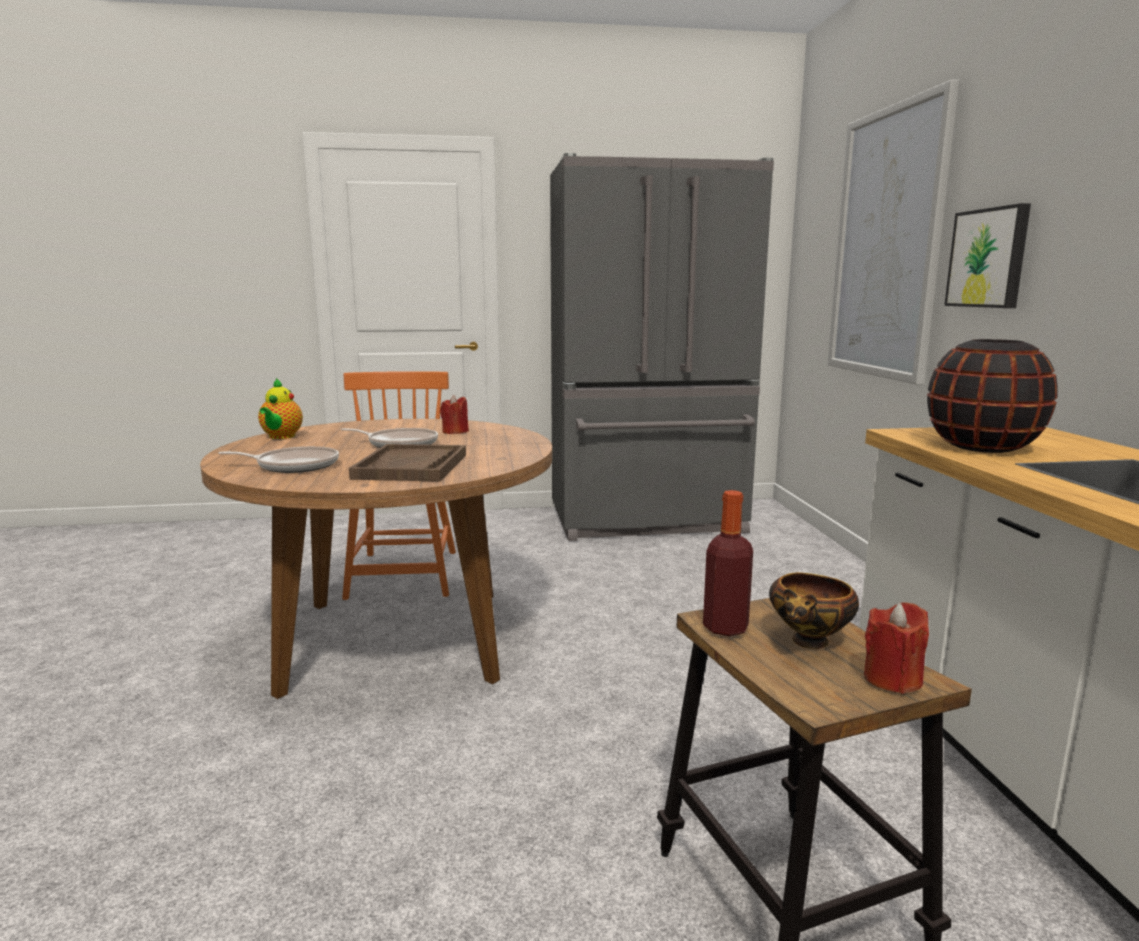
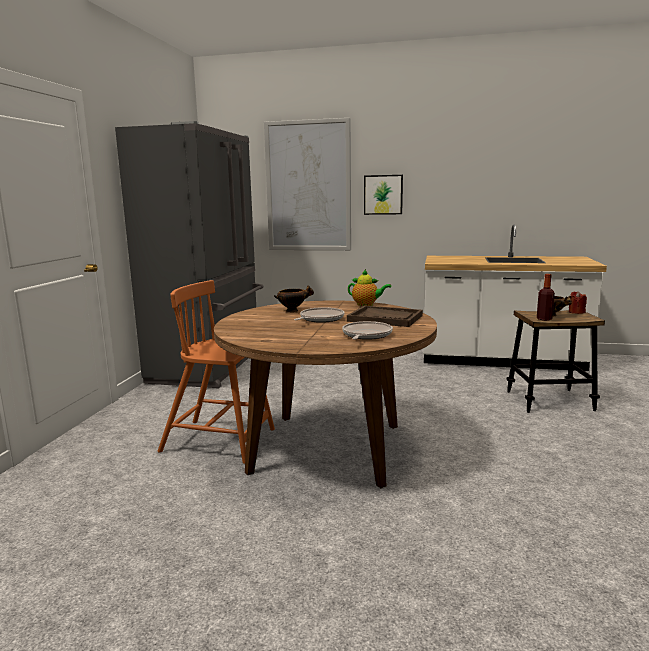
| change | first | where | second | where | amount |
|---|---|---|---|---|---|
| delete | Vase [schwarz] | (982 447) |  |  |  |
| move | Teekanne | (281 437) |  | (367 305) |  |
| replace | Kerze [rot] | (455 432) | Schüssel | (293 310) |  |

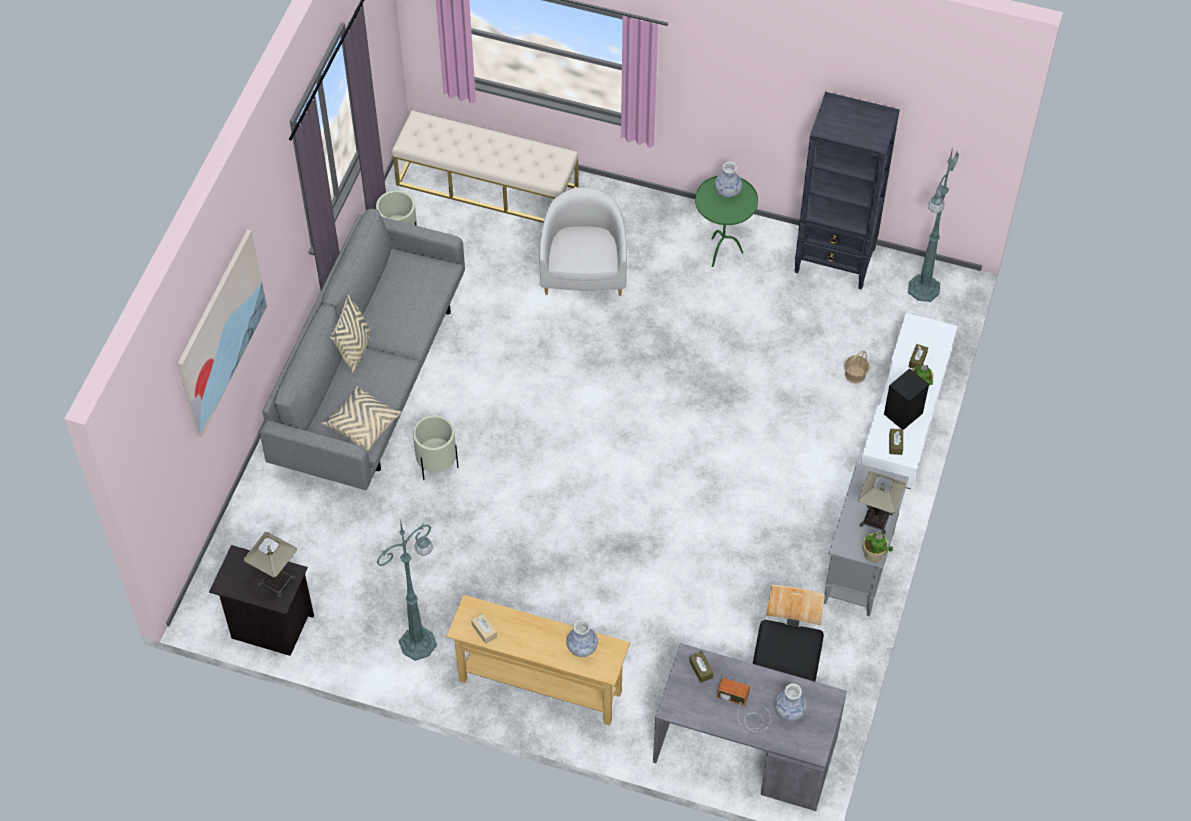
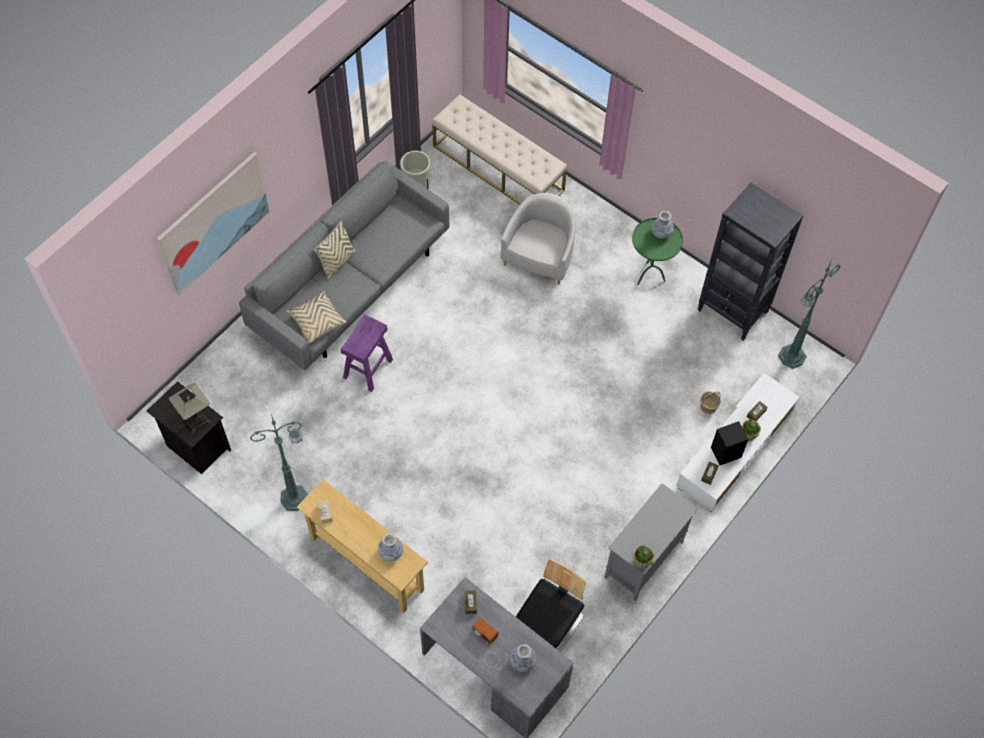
| change | first | where | second | where | amount |
|---|---|---|---|---|---|
| replace | Pflanzkübel [beige] | (437 465) | Hocker [lila] | (368 368) |  |
| delete | Tischlampe | (876 519) |  |  |  |

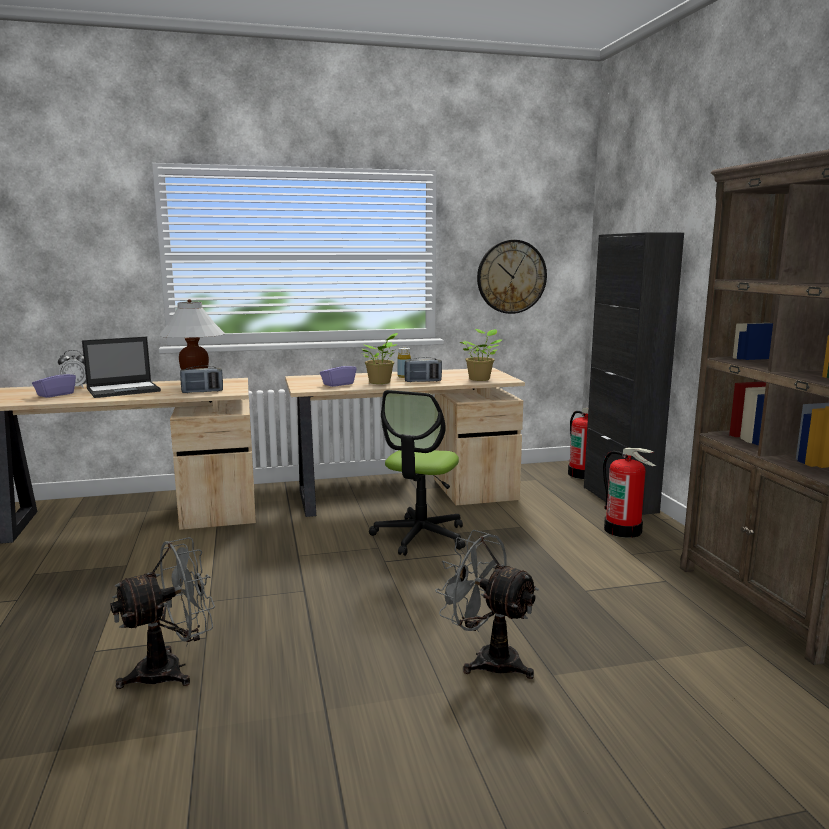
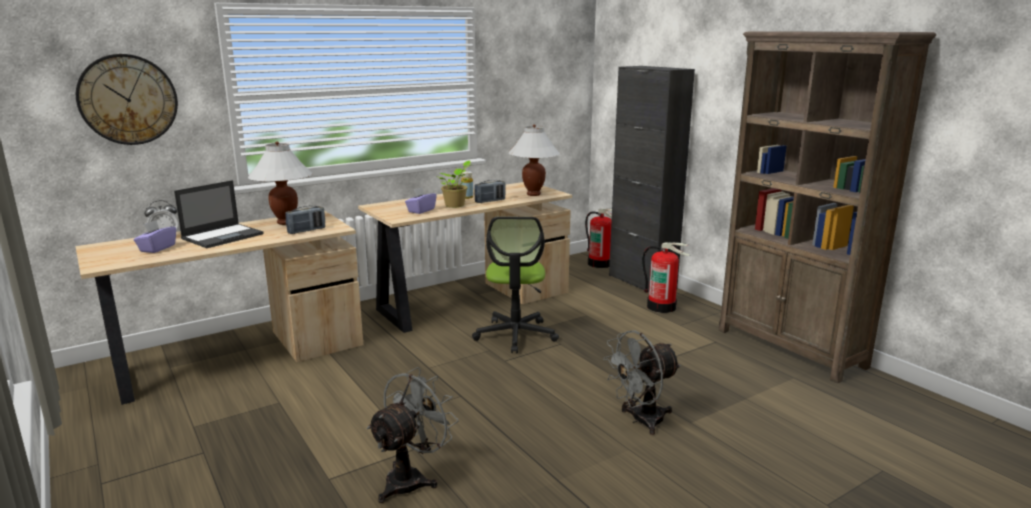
| change | first | where | second | where | amount |
|---|---|---|---|---|---|
| move | Wanduhr | (511 277) |  | (128 99) |  |
| replace | Topfpflanze | (480 379) | Tischlampe [weiß] | (533 194) |  |
| rotate | Ventilator [grau] | (487 659) |  | (640 421) | 45 degrees counterclockwise |

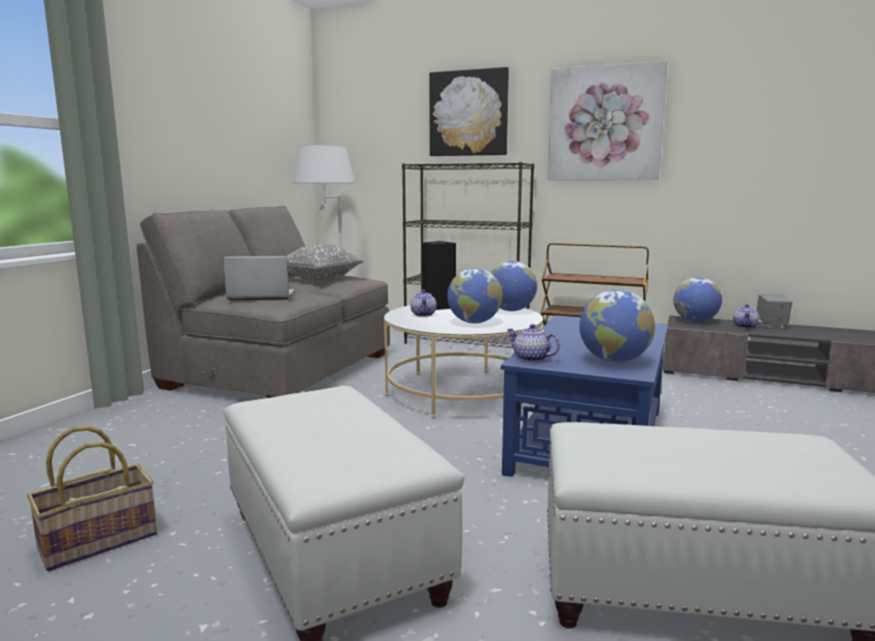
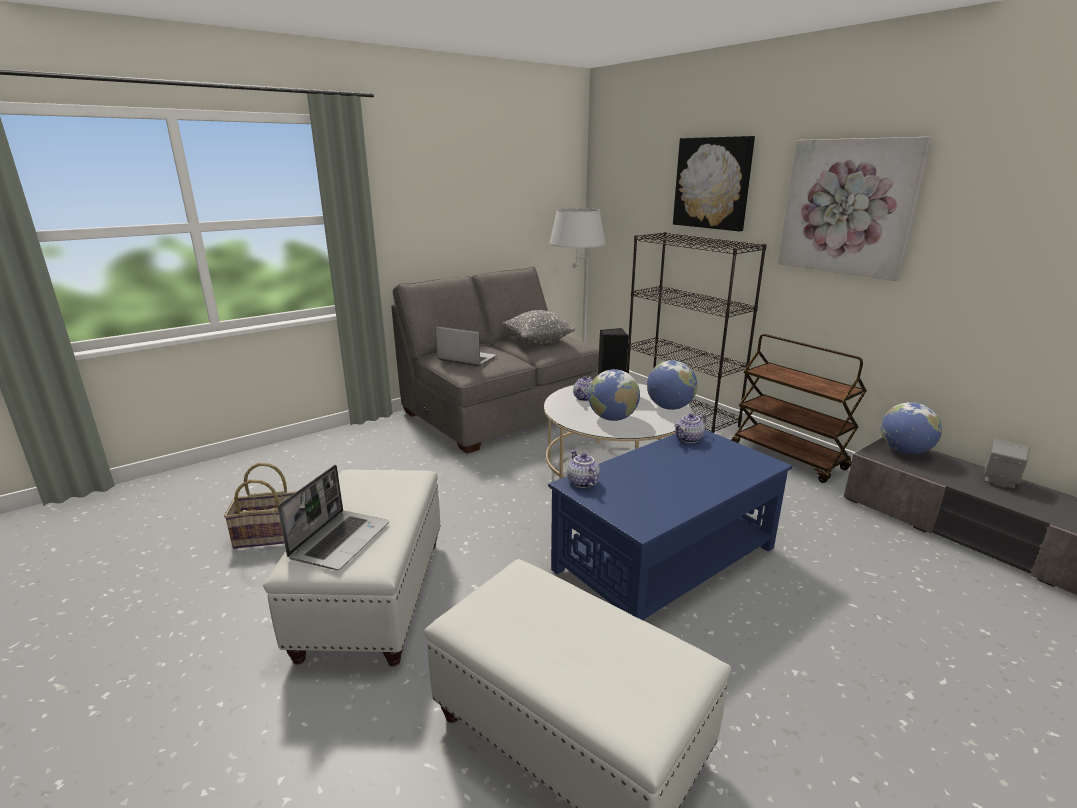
| change | first | where | second | where | amount |
|---|---|---|---|---|---|
| delete | Globus | (614 361) |  |  |  |
| move | Teekanne | (745 327) |  | (689 439) |  |
| insert |  |  | Laptop | (340 540) |  |

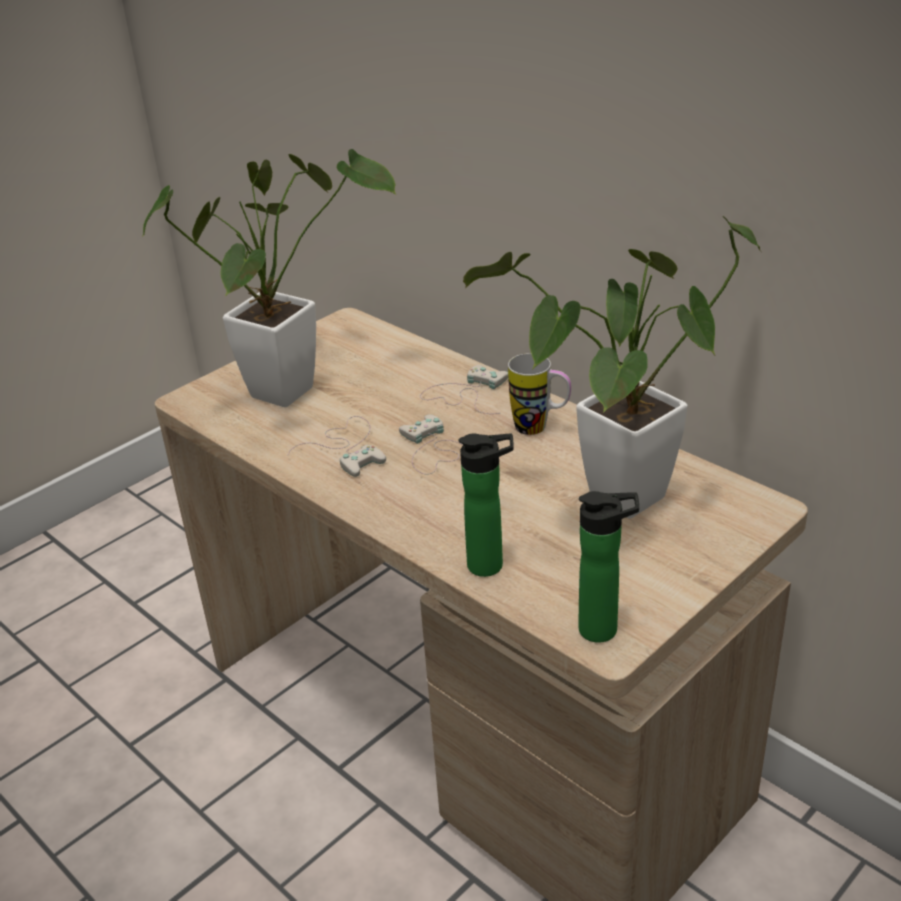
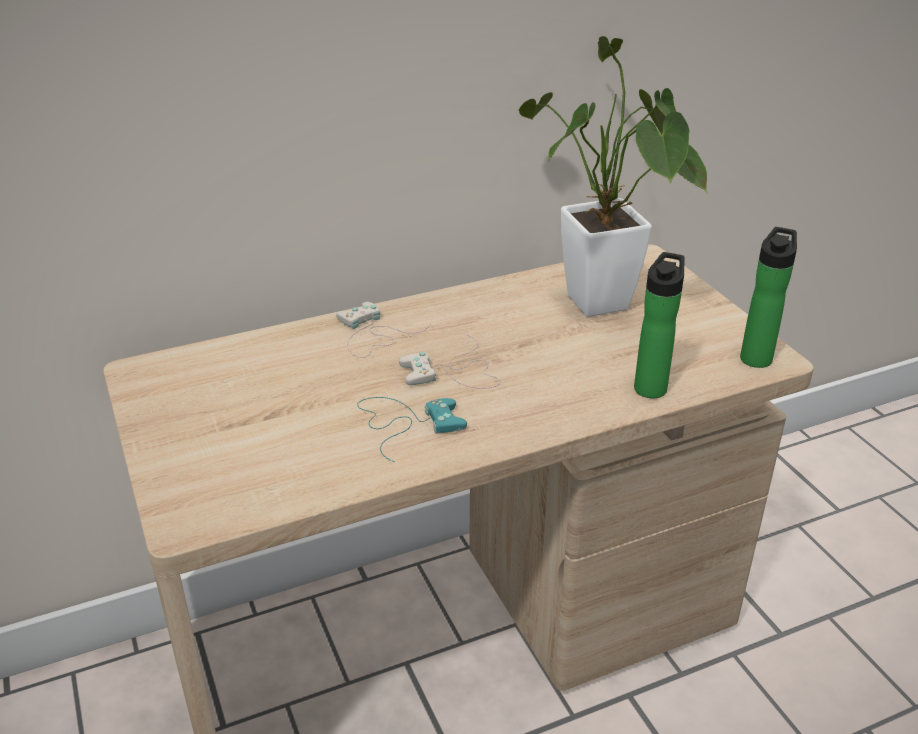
| change | first | where | second | where | amount |
|---|---|---|---|---|---|
| delete | Topfpflanze | (292 386) |  |  |  |
| delete | Henkelbecher | (540 428) |  |  |  |
| recolor | Gamepad [weiß] | (347 448) | Gamepad [türkis] | (406 423) |  |

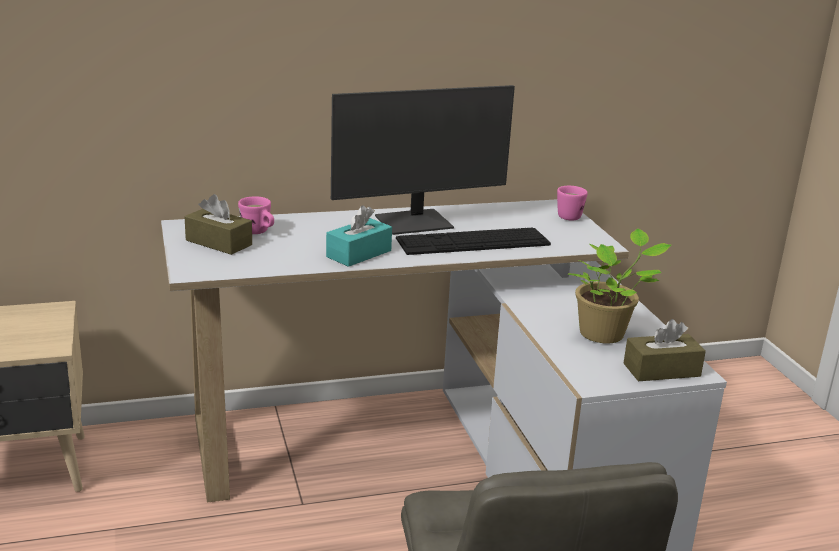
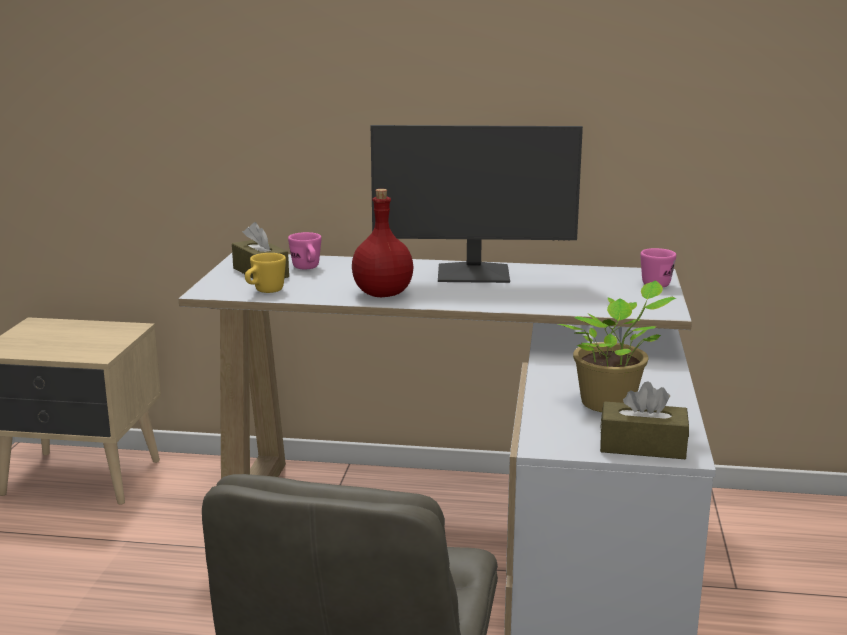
| change | first | where | second | where | amount |
|---|---|---|---|---|---|
| replace | Taschentuchbox [türkis] | (359 254) | Flasche [rot] | (382 293) |  |
| delete | Tastatur | (473 242) |  |  |  |
| insert |  |  | Henkelbecher [gelb] | (264 291) |  |

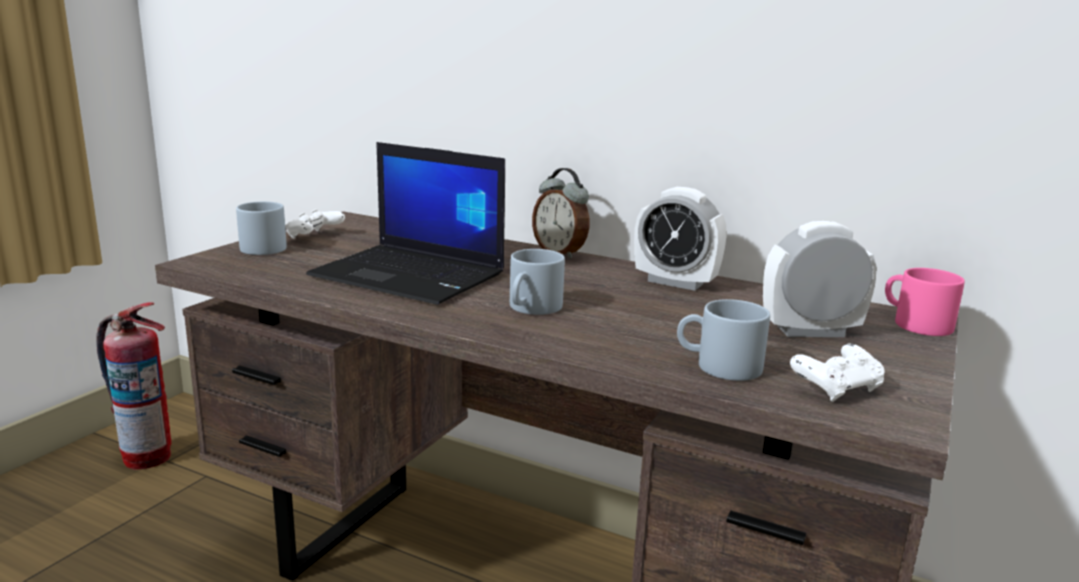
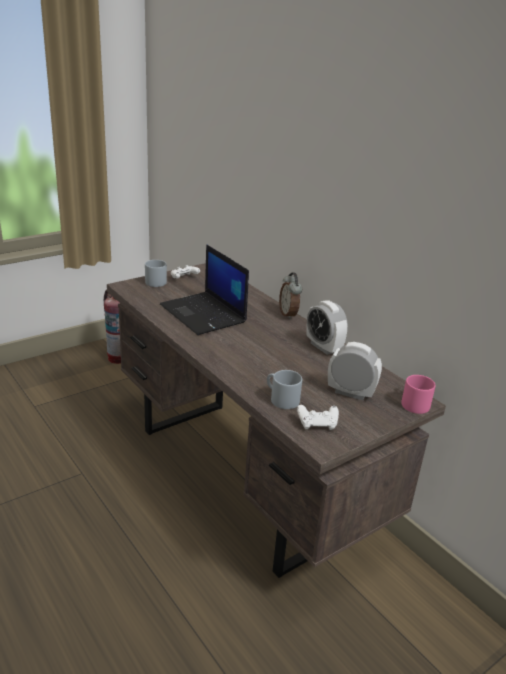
| change | first | where | second | where | amount |
|---|---|---|---|---|---|
| delete | Henkelbecher [grau] | (532 308) |  |  |  |

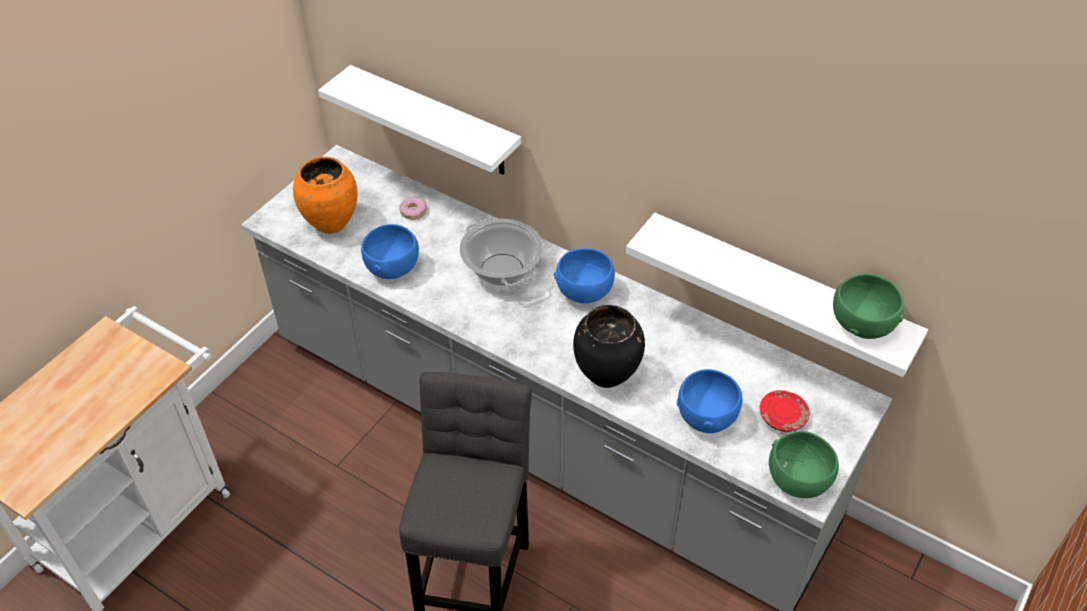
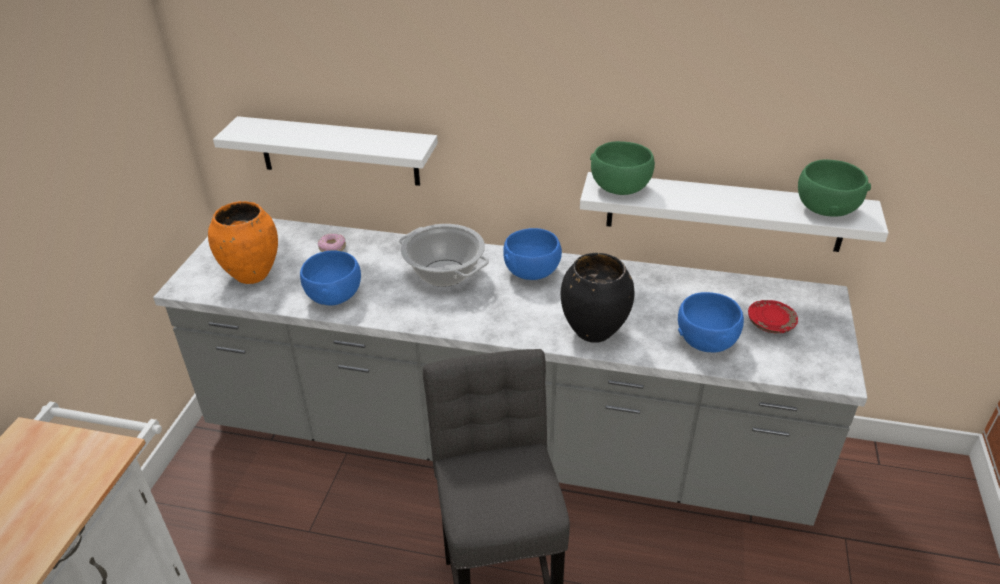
| change | first | where | second | where | amount |
|---|---|---|---|---|---|
| move | Schüssel [grün] | (798 481) |  | (620 189) |  |

